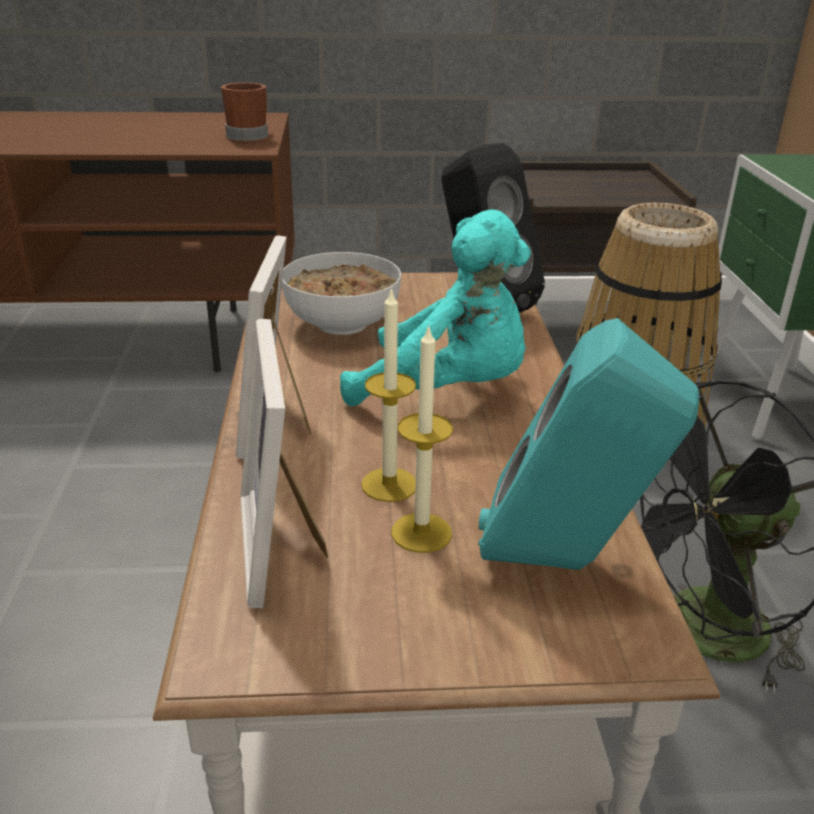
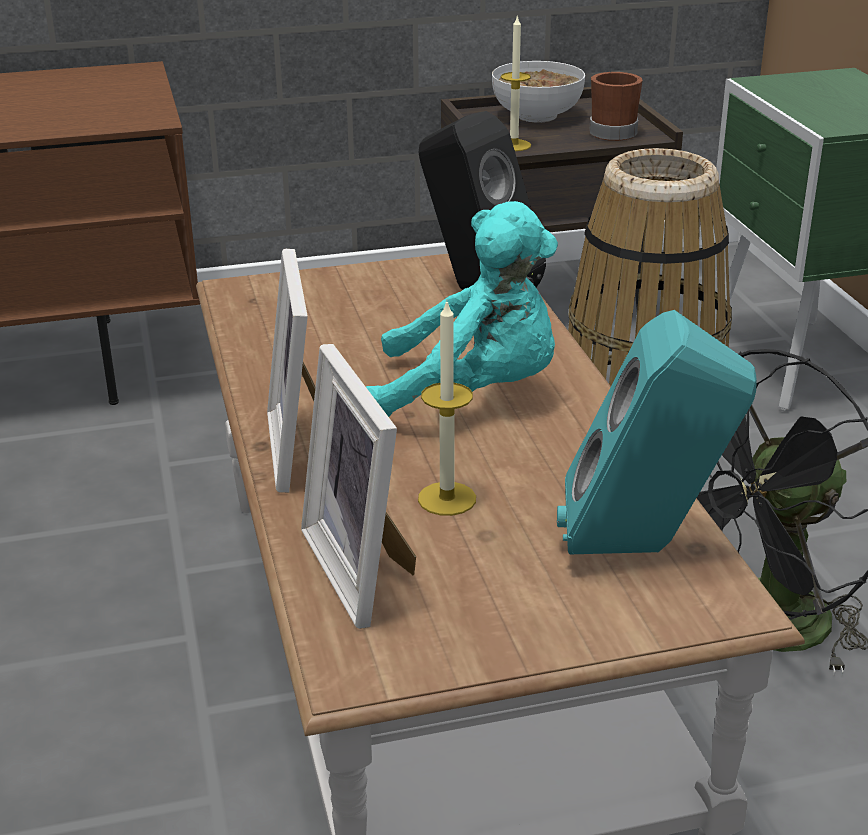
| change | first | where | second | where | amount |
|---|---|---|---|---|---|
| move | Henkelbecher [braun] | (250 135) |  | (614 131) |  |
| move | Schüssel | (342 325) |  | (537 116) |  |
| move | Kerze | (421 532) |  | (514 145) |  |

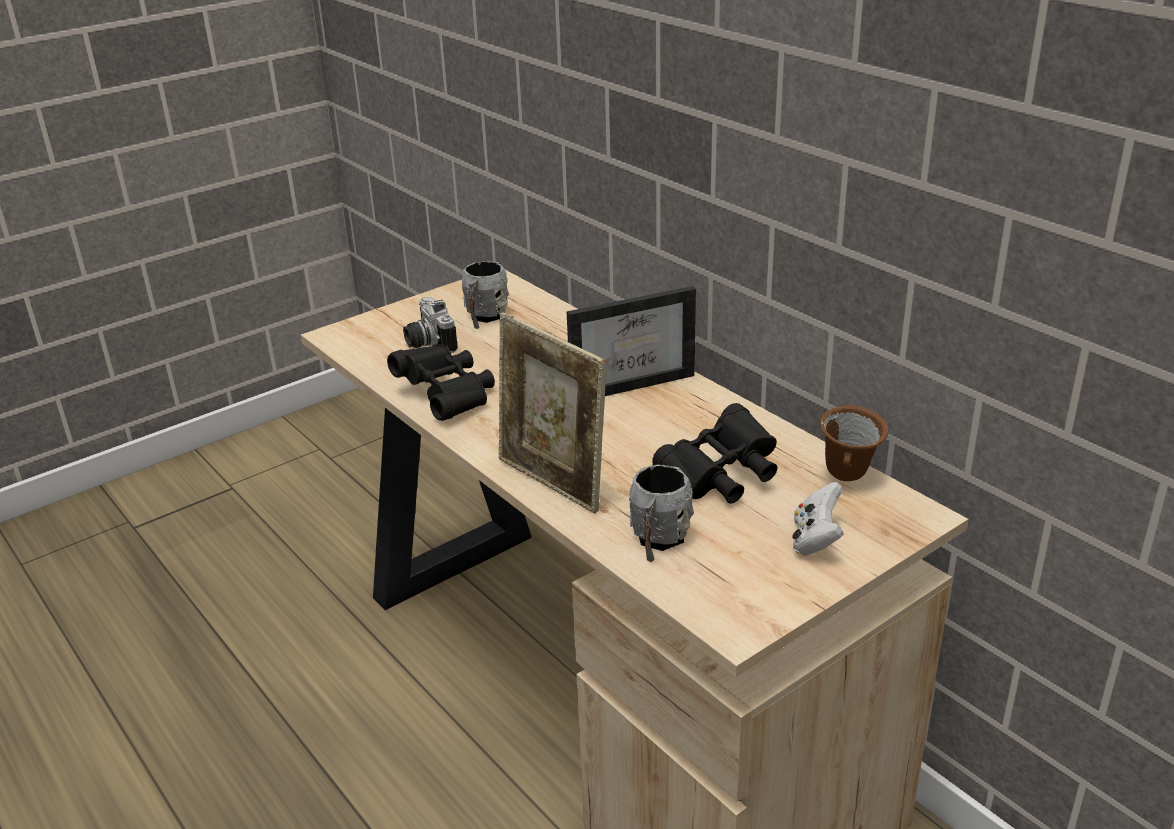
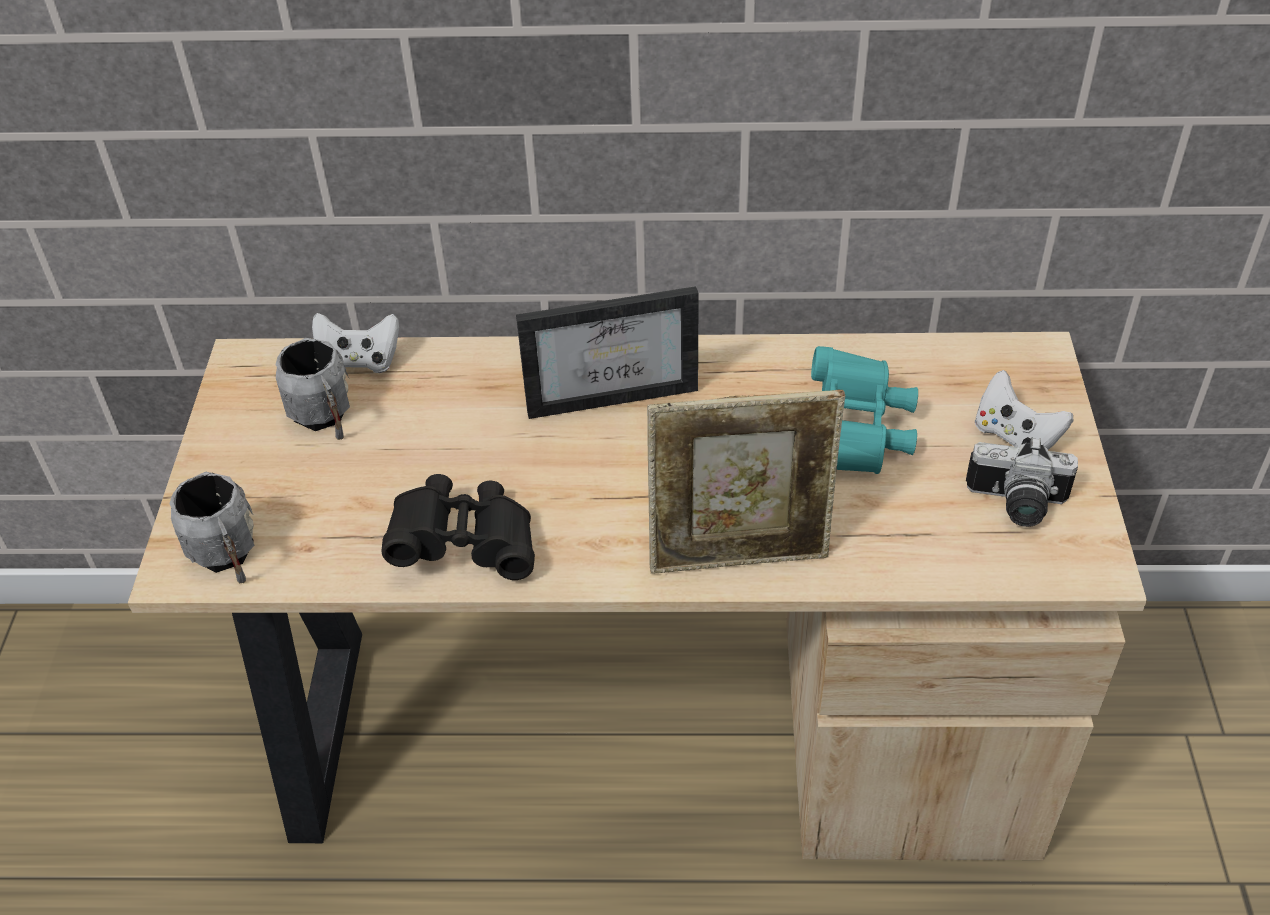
| change | first | where | second | where | amount |
|---|---|---|---|---|---|
| rotate | Bilderrahmen | (630 381) |  | (613 389) | 60 degrees clockwise |
| move | Kamera | (427 343) |  | (1016 505) |  |
| recolor | Fernglas [schwarz] | (721 477) | Fernglas [türkis] | (857 433) |  |
| delete | Henkelbecher [braun] | (849 478) |  |  |  |
| move | Henkelbecher [grau] | (657 541) |  | (227 557) |  |
| insert |  |  | Gamepad [weiß] | (359 361) |  |

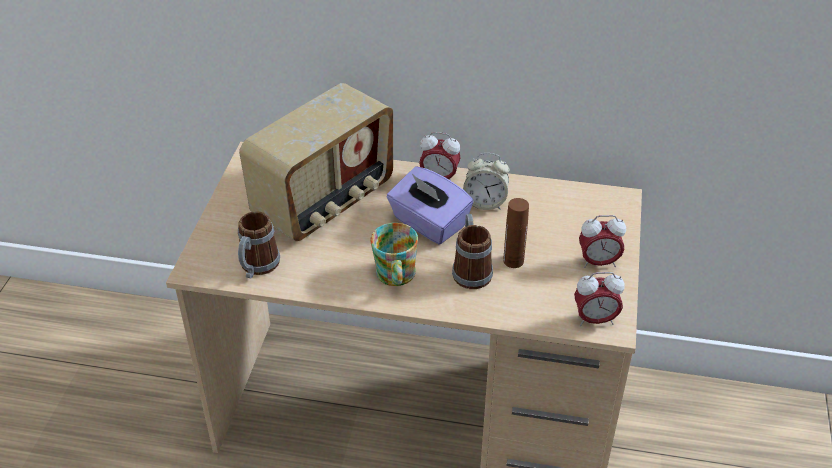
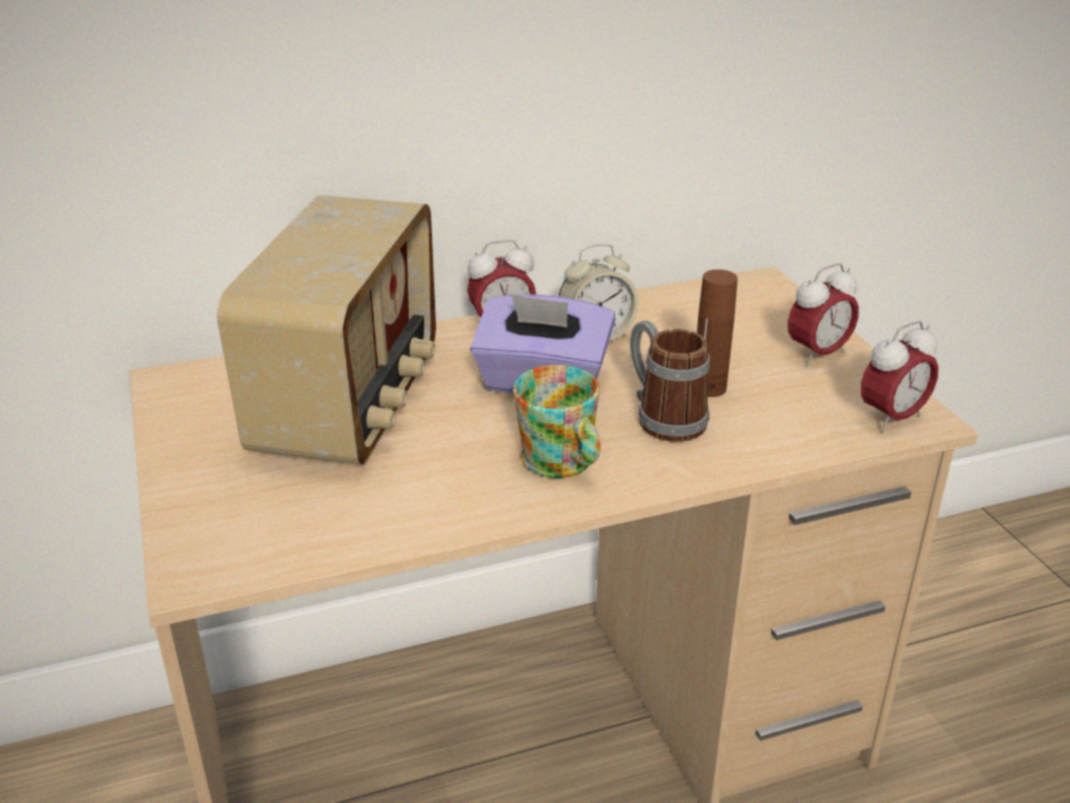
| change | first | where | second | where | amount |
|---|---|---|---|---|---|
| delete | Henkelbecher | (257 267) |  |  |  |

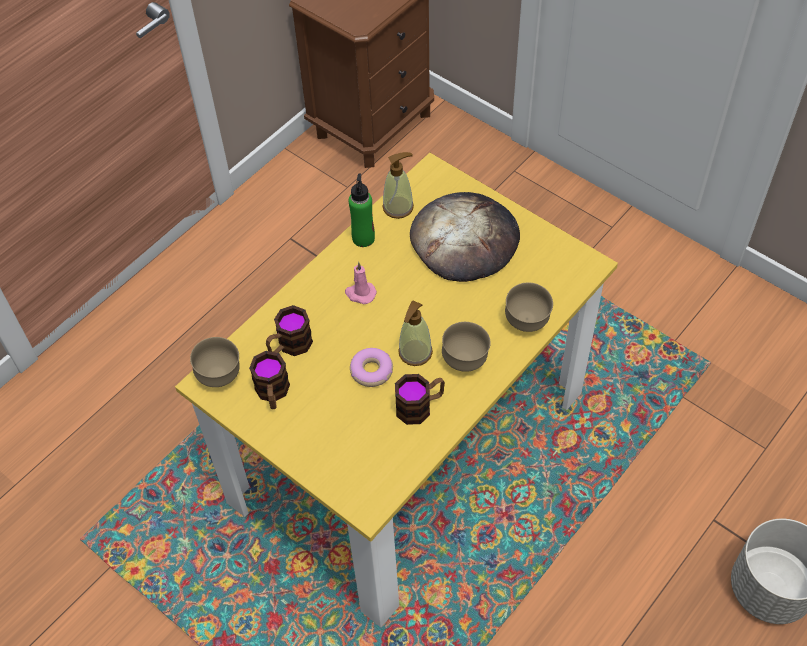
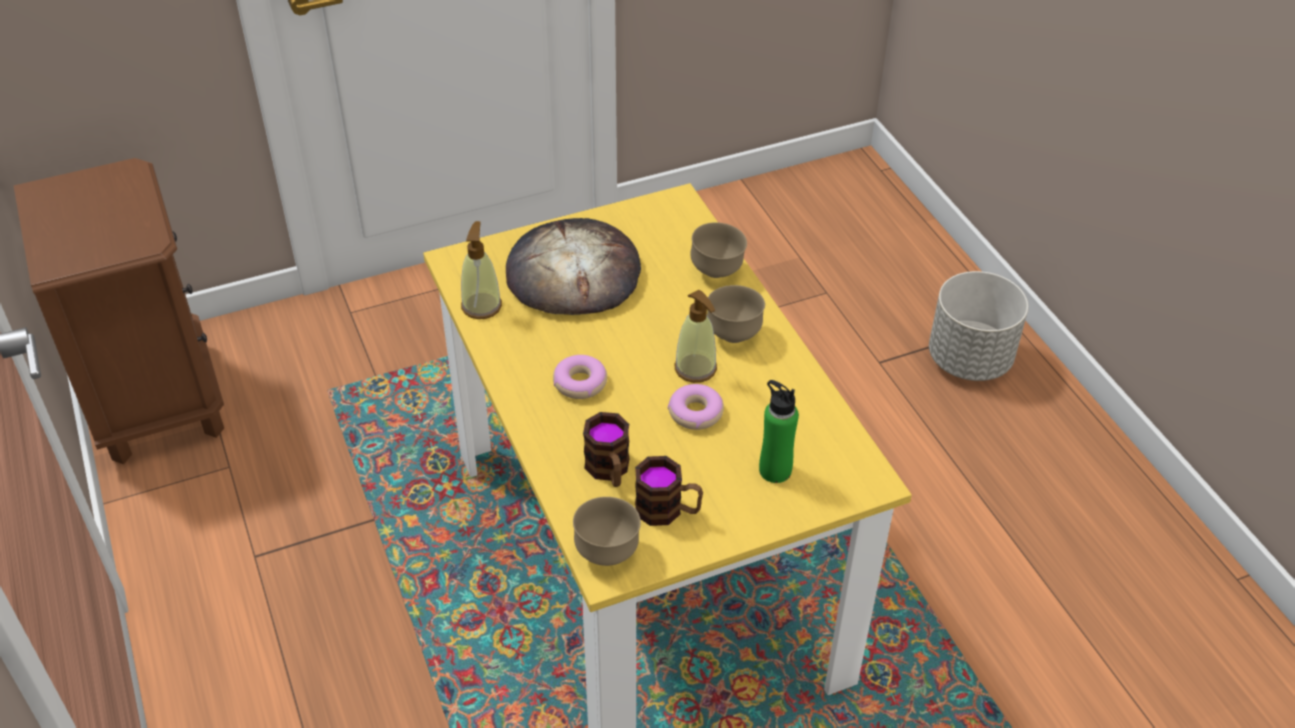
| change | first | where | second | where | amount |
|---|---|---|---|---|---|
| move | Flasche [grün] | (363 238) |  | (775 470) |  |
| replace | Kerze [rosa] | (360 293) | Donut | (580 383) |  |
| delete | Henkelbecher | (420 406) |  |  |  |

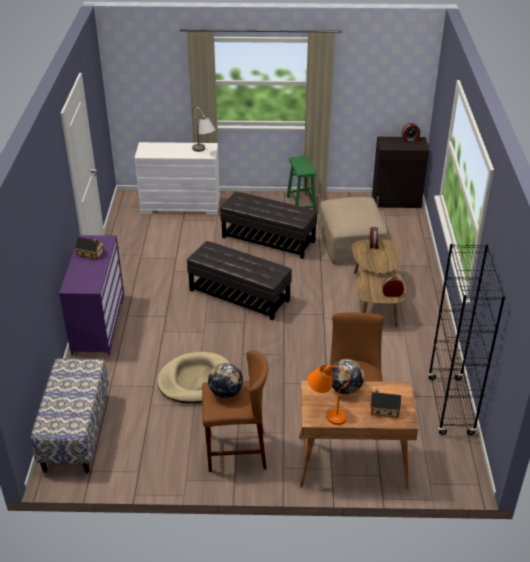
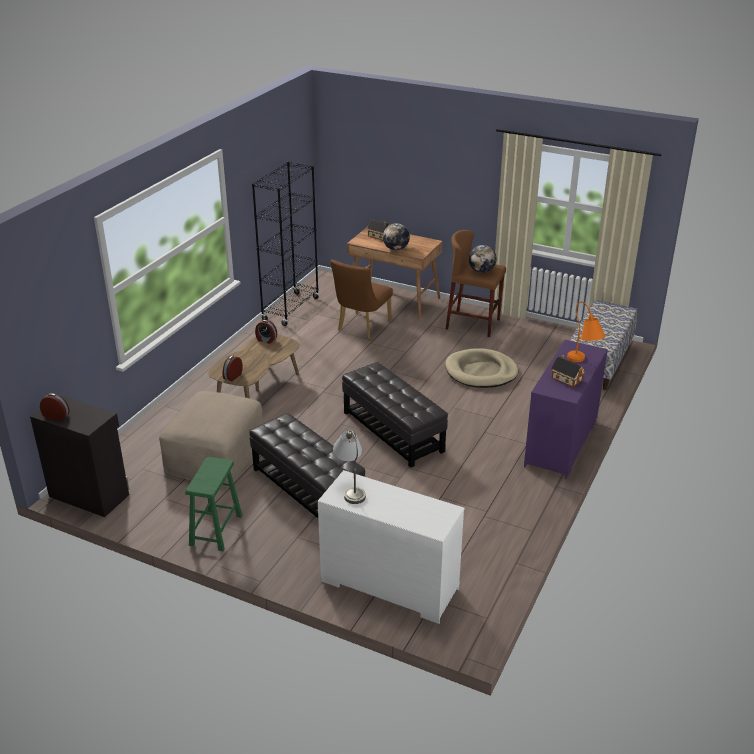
| change | first | where | second | where | amount |
|---|---|---|---|---|---|
| move | Tischlampe [orange] | (326 411) |  | (583 363) |  |

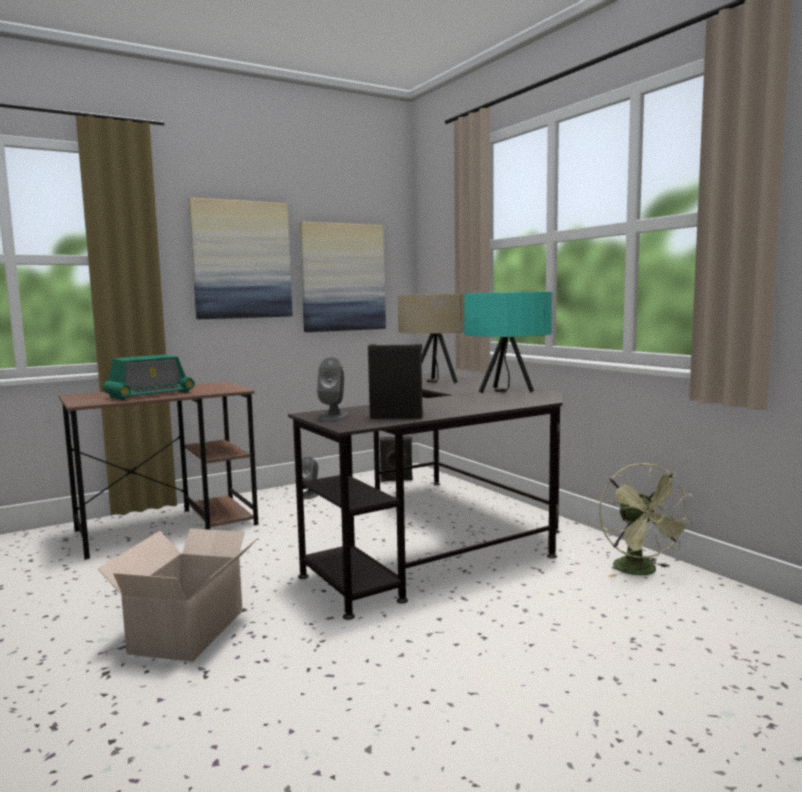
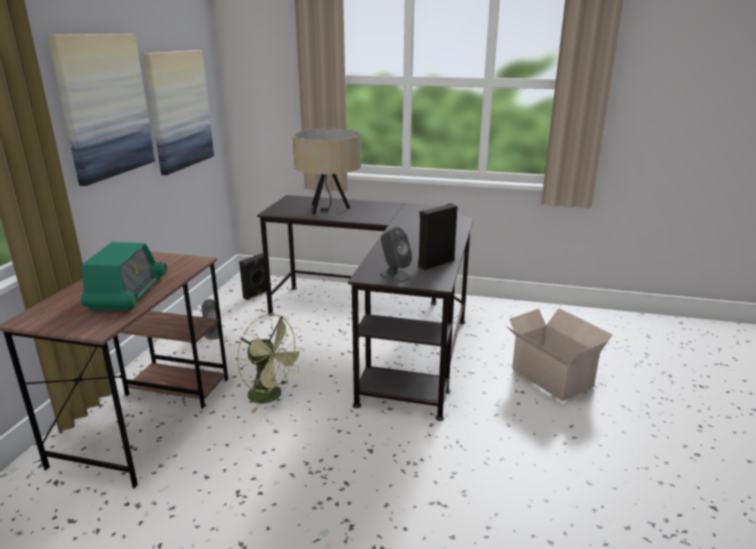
| change | first | where | second | where | amount |
|---|---|---|---|---|---|
| delete | Tischlampe [türkis] | (507 392) |  |  |  |
| move | Ventilator [grün] | (641 572) |  | (271 396) |  |
| move | Karton | (190 629) |  | (550 376) |  |

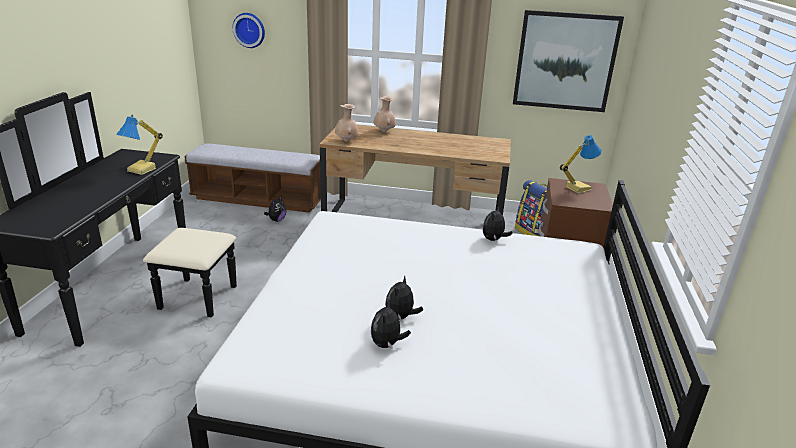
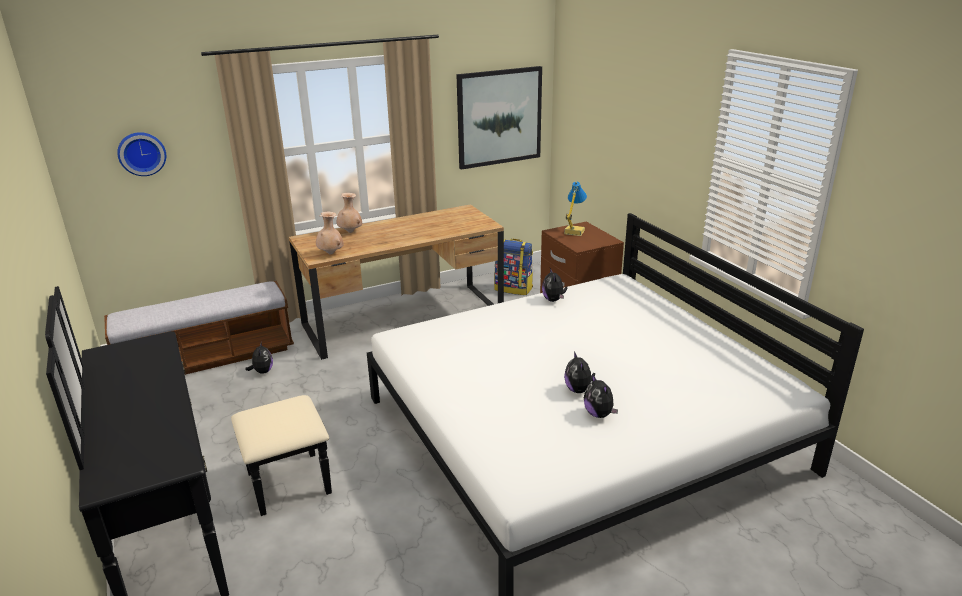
| change | first | where | second | where | amount |
|---|---|---|---|---|---|
| delete | Tischlampe | (142 169) |  |  |  |

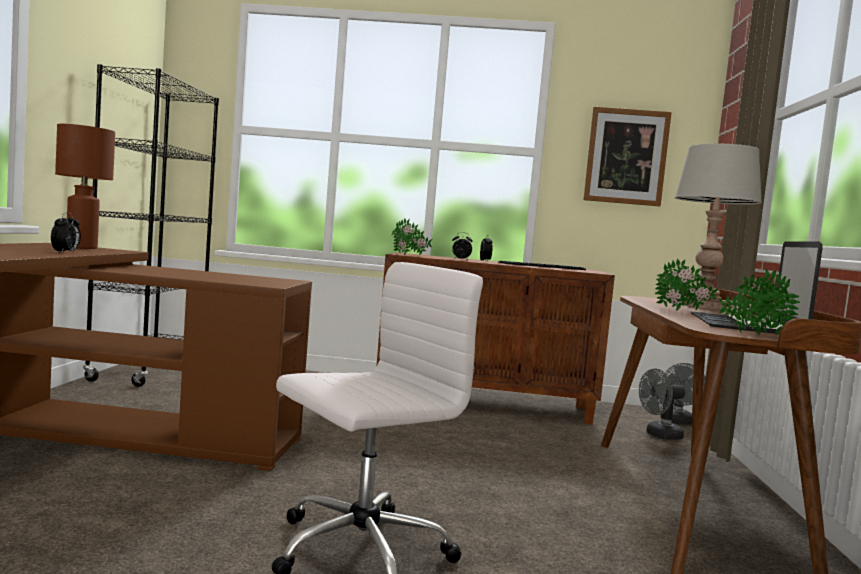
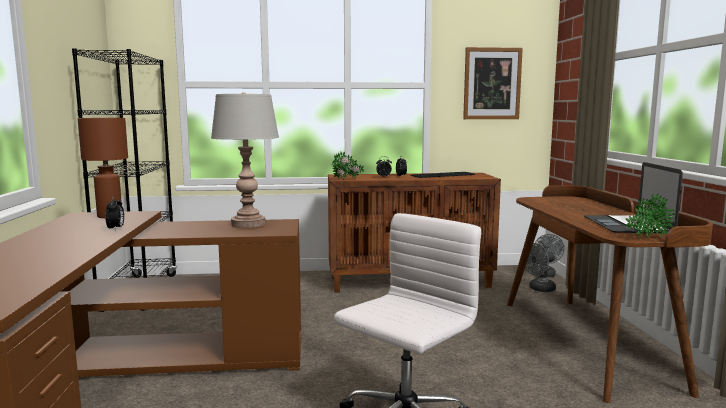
| change | first | where | second | where | amount |
|---|---|---|---|---|---|
| move | Tischlampe [grau] | (703 306) |  | (248 224) |  |
| delete | Topfpflanze | (683 311) |  |  |  |

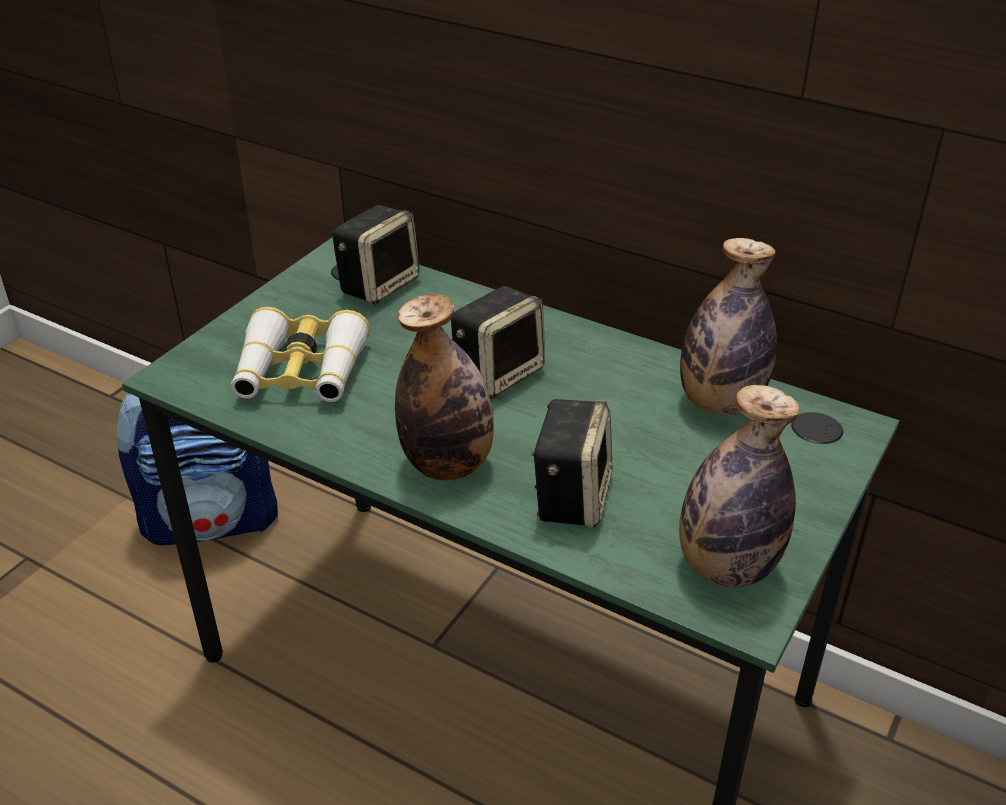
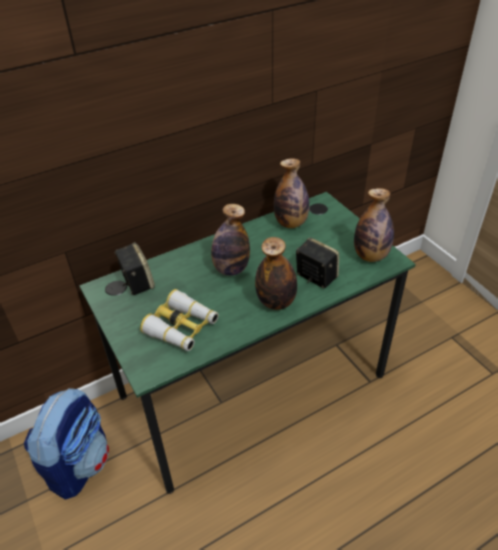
| change | first | where | second | where | amount |
|---|---|---|---|---|---|
| replace | Lautsprecher | (498 373) | Flasche | (231 269) |  |

